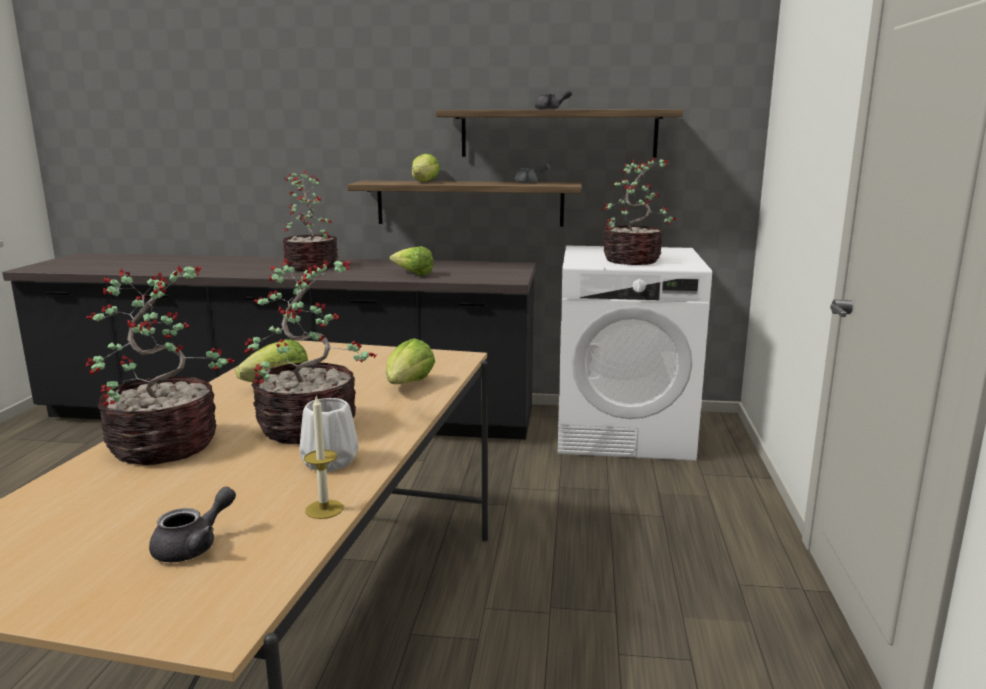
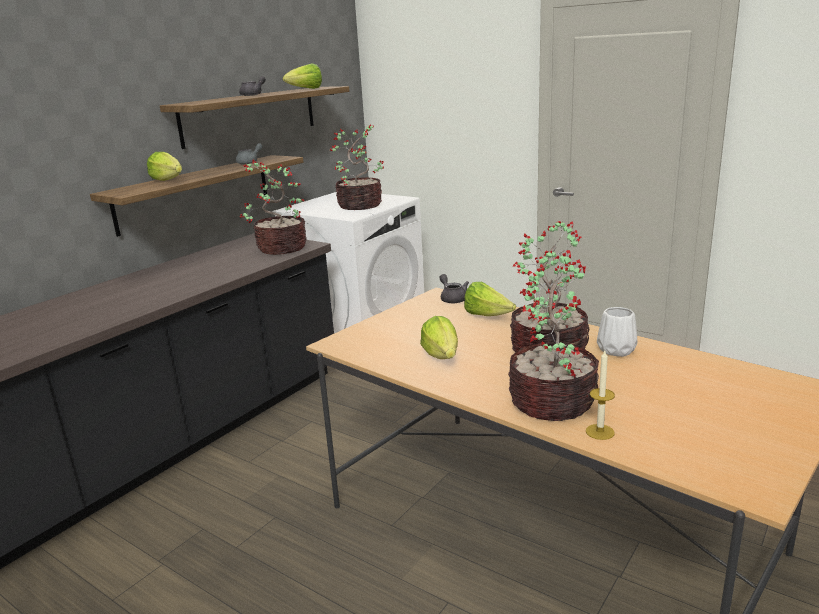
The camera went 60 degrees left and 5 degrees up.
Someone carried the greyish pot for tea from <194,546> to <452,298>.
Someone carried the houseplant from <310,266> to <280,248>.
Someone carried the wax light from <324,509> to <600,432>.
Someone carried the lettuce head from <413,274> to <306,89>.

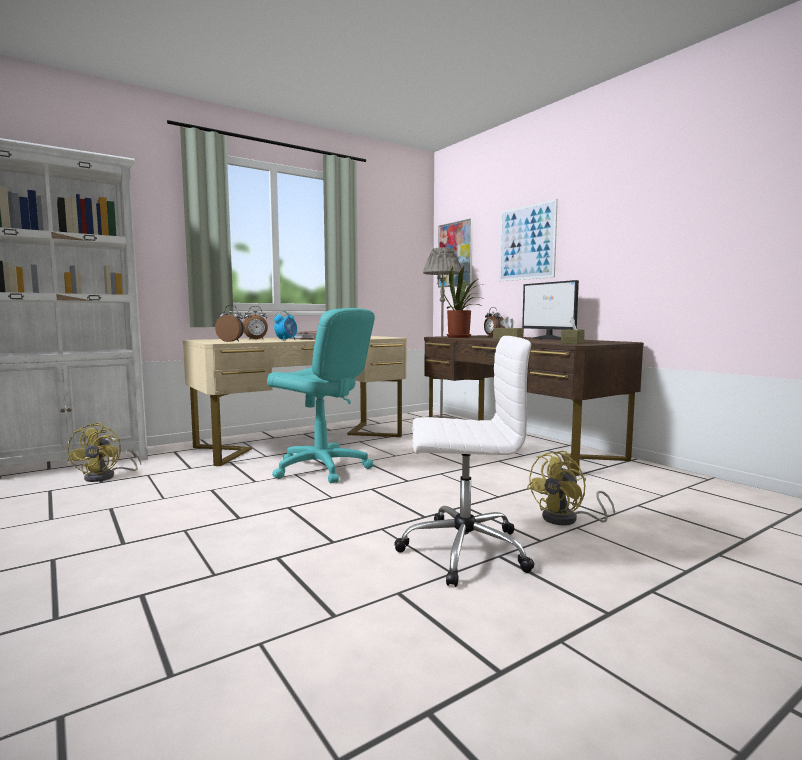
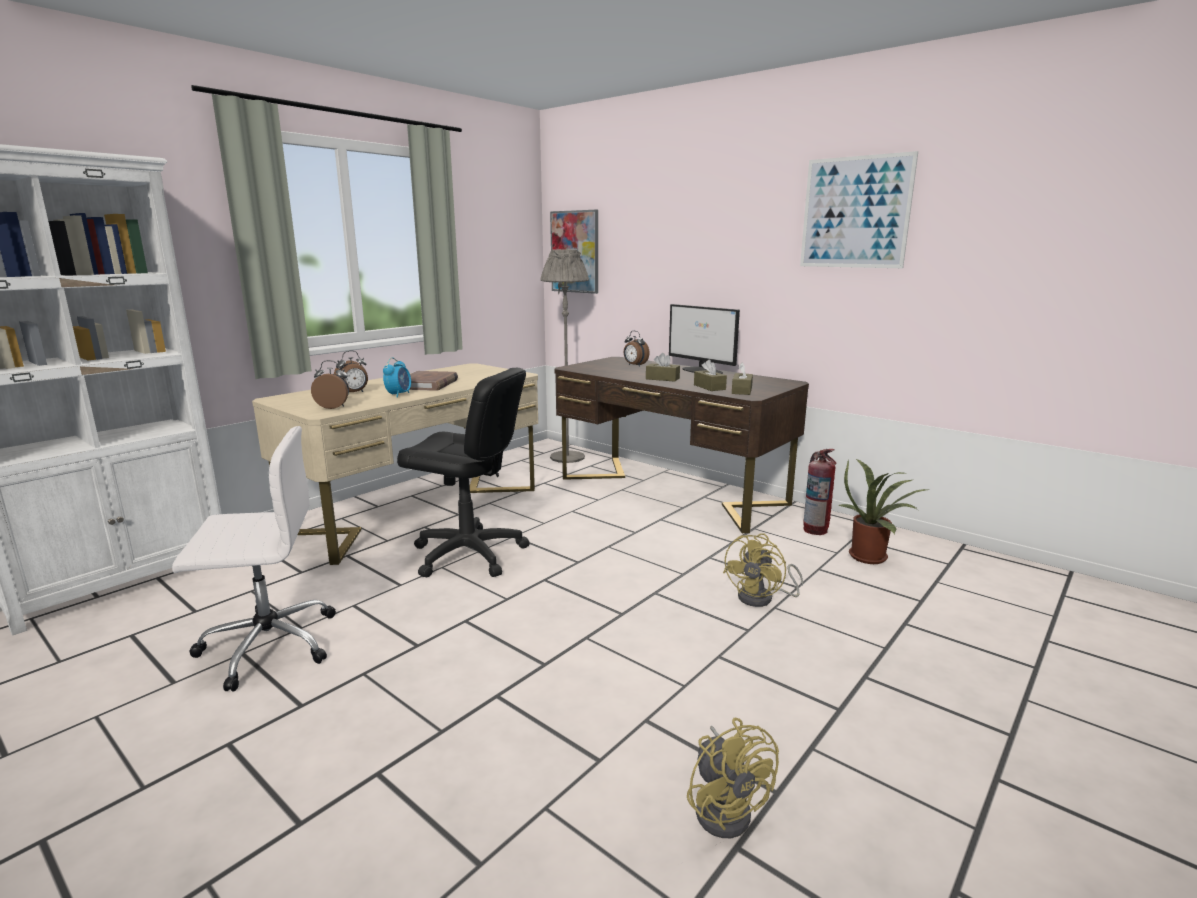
The camera went 15 degrees left and 10 degrees up.
Someone put down the brown box of tissues at <709,387>.
Someone put down the fire extinguisher at <815,529>.
Someone carried the yellow fan from <106,476> to <726,807>.
Someone carried the whitish office chair from <462,550> to <267,645>.
Someone carried the houseplant from <461,337> to <871,557>.
Someone carried the picture from <527,242> to <855,212>.
Someone repainted the turquoise office chair at <321,469>, which became the blackish office chair at <469,554>.

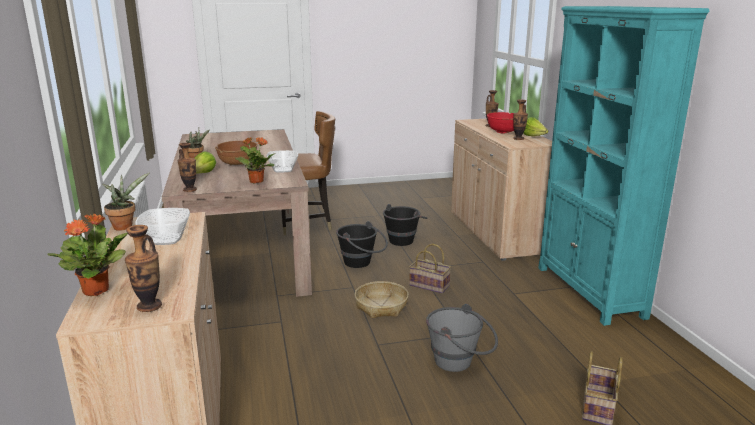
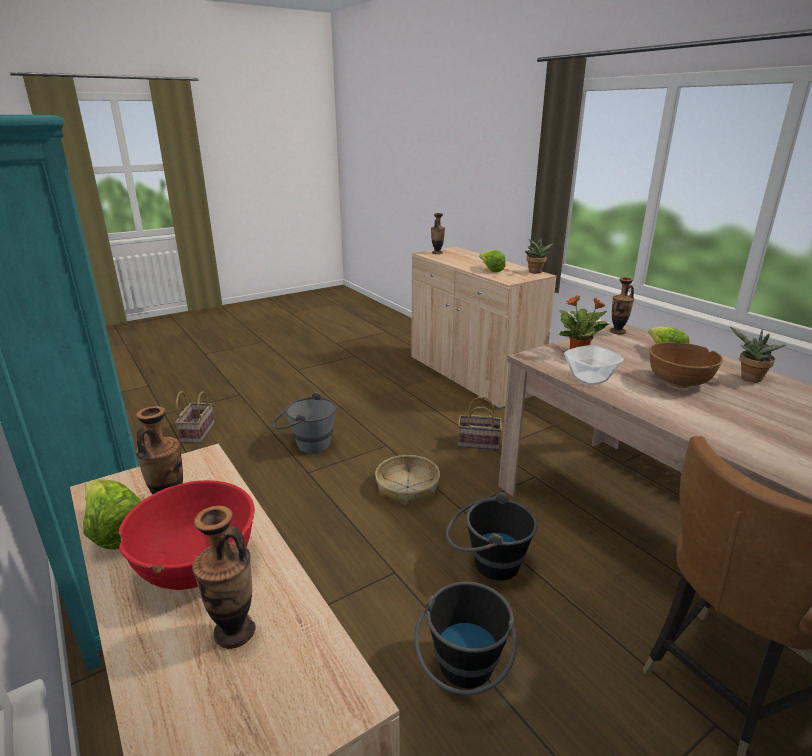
The camera went 160 degrees right and 5 degrees up.
Someone took away the houseplant at <97,290>.
Someone carried the storage basket from <430,285> to <477,443>.
Someone swapped the serving bowl at <167,239> for the lettuce head at <491,270>.

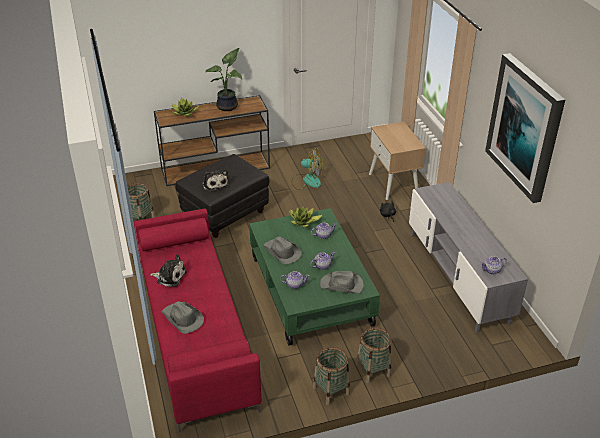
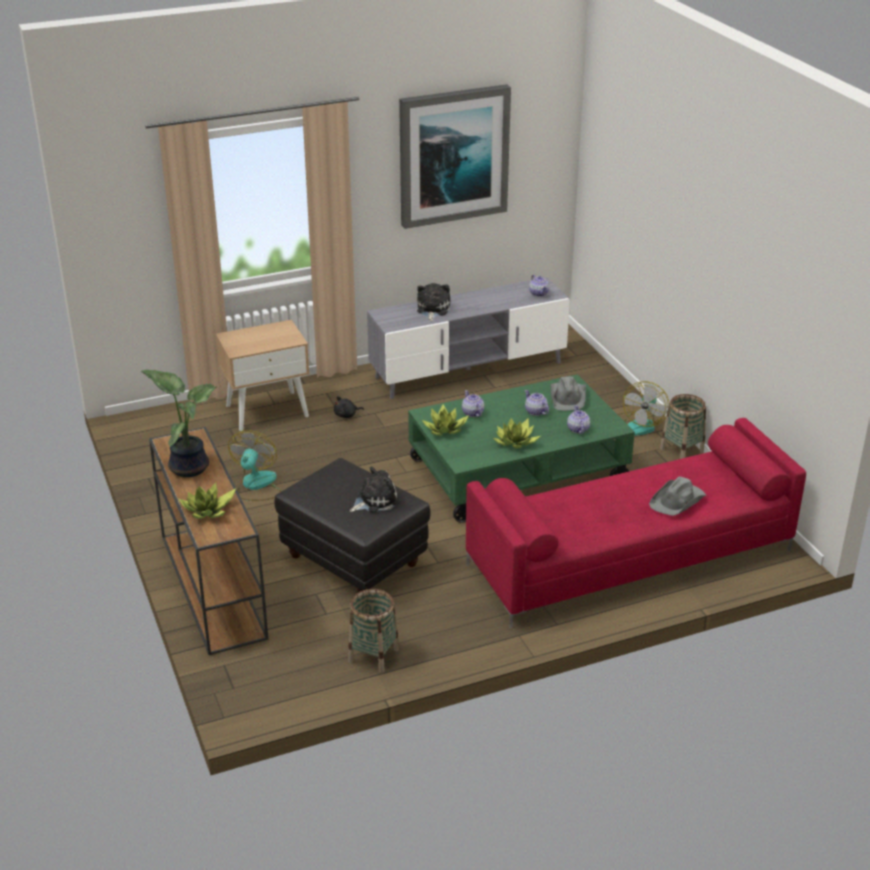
The camera went 95 degrees left and 5 degrees down.
Someone carried the plush toy from <170,276> to <432,310>.
Someone swapped the greyish wearable hat at <282,252> for the houseplant at <516,442>.
Someone swapped the storage basket at <373,370> for the fan at <641,424>.

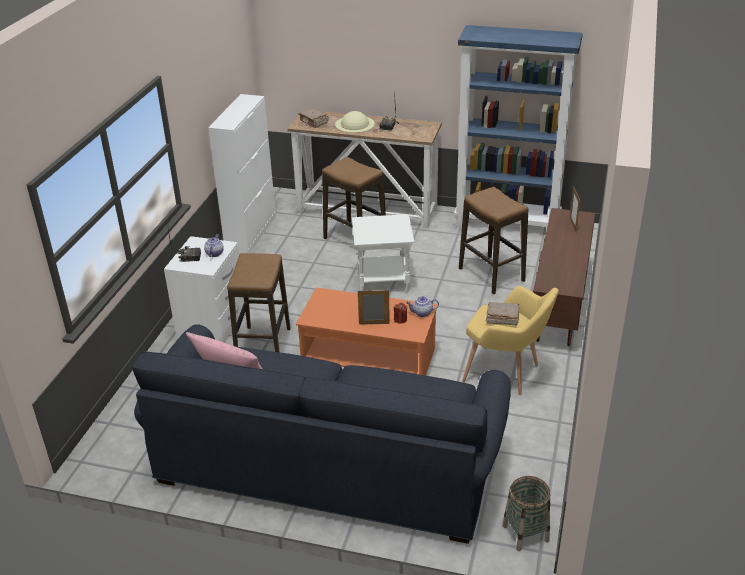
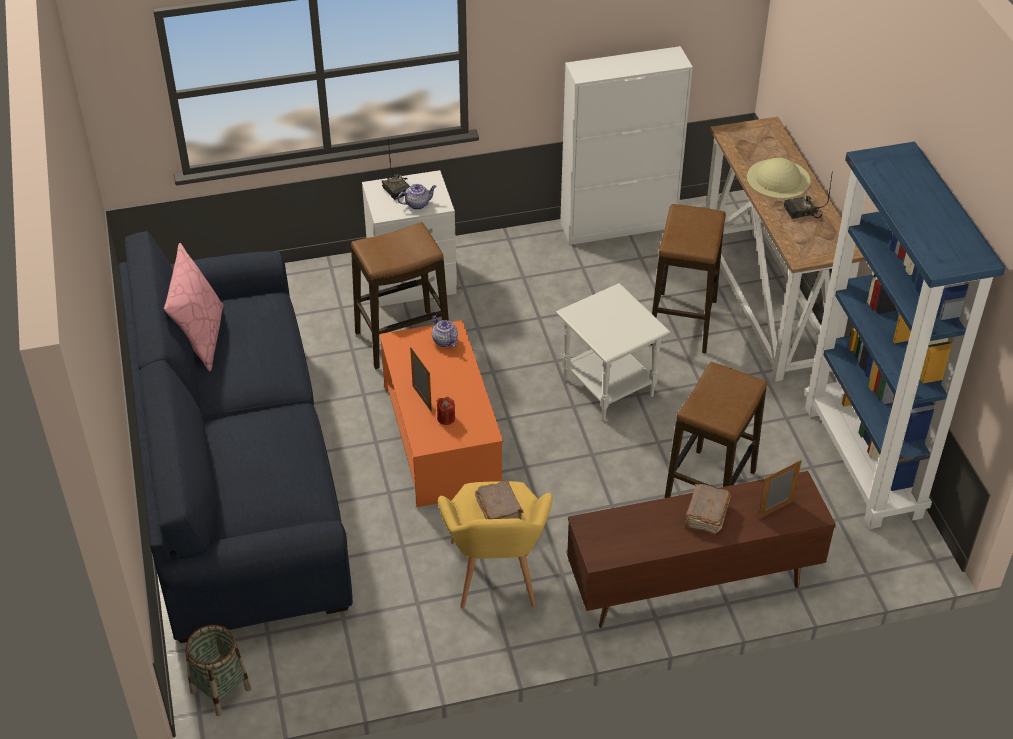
The camera went 60 degrees right and 10 degrees up.
Someone carried the brown bound book from <314,122> to <705,515>.
Someone carried the pot for tea from <422,313> to <444,341>.

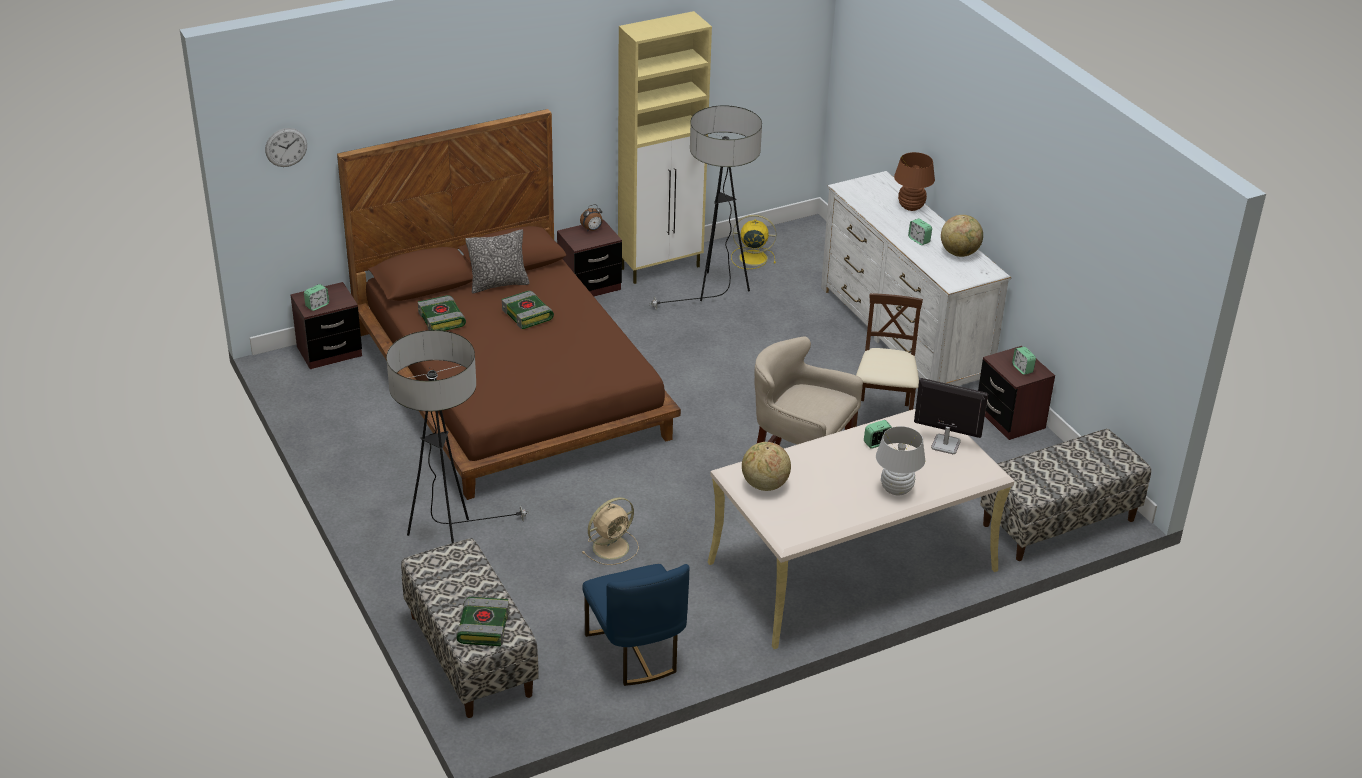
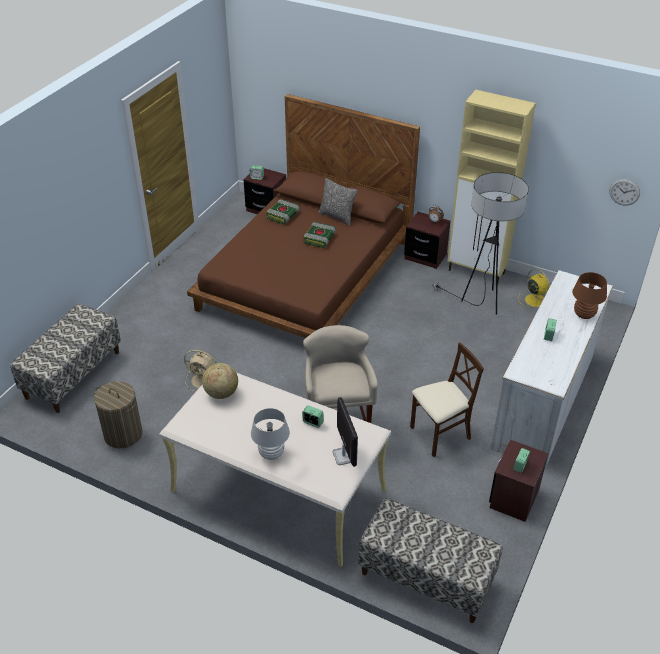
The camera went 55 degrees right and 5 degrees up.
Someone took away the standard lamp at <447,541>.
Someone took away the bound book at <483,626>.
Someone took away the desk globe at <959,253>.
Someone carried the wall clock from <286,147> to <624,192>.
Someone swapped the blue plain chair at <636,652> for the hamper at <123,434>.

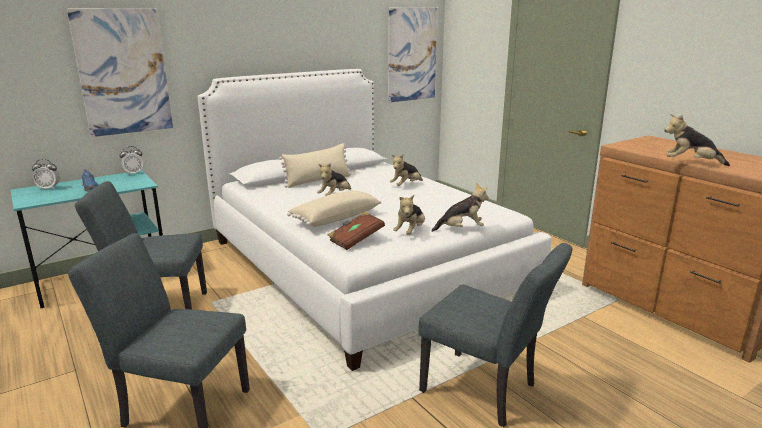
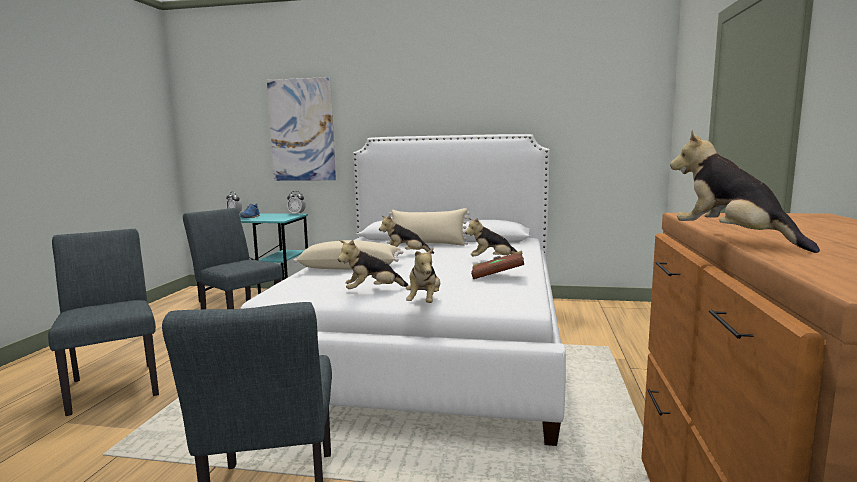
The camera went 45 degrees right and 10 degrees down.
Someone took away the picture at <412,54>.
Someone carried the brown bound book from <355,240> to <497,276>.
Someone rotated the plush toy at <461,229> by 60 degrees clockwise.

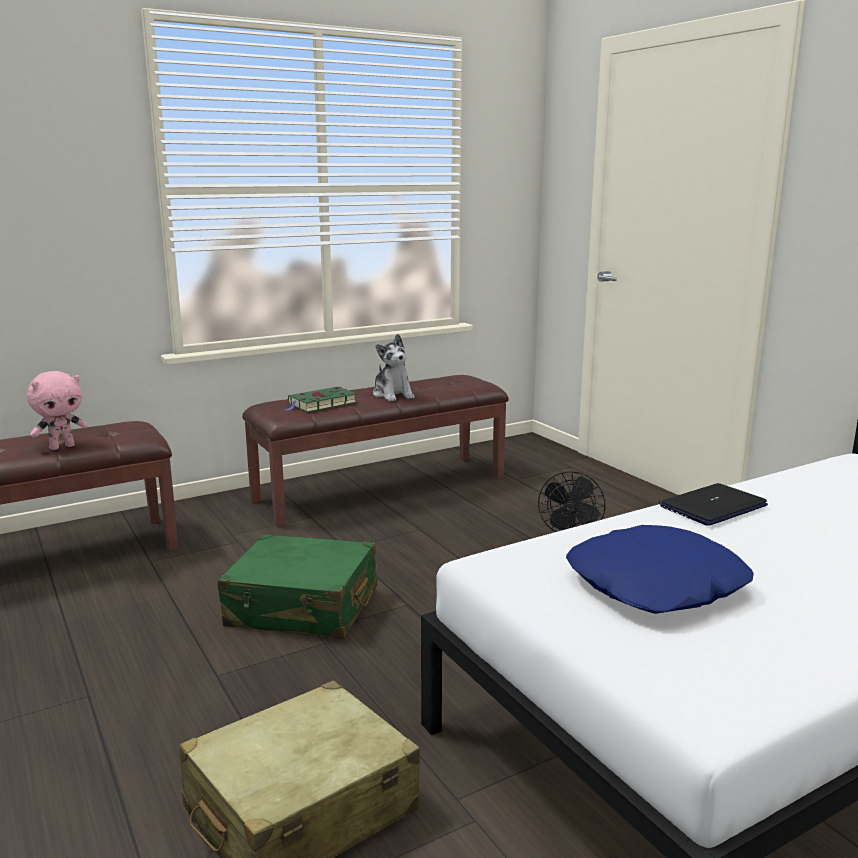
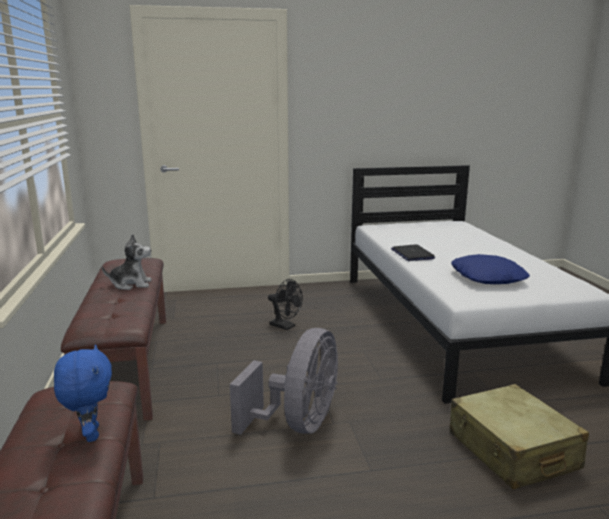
The camera went 70 degrees left and 0 degrees up.
Someone took away the green bound book at <321,404>.
Someone swapped the green piece of luggage at <303,607> for the greyish fan at <298,424>.
Someone repainted the pink-coloured plush toy at <62,447>, which became the blue plush toy at <90,434>.

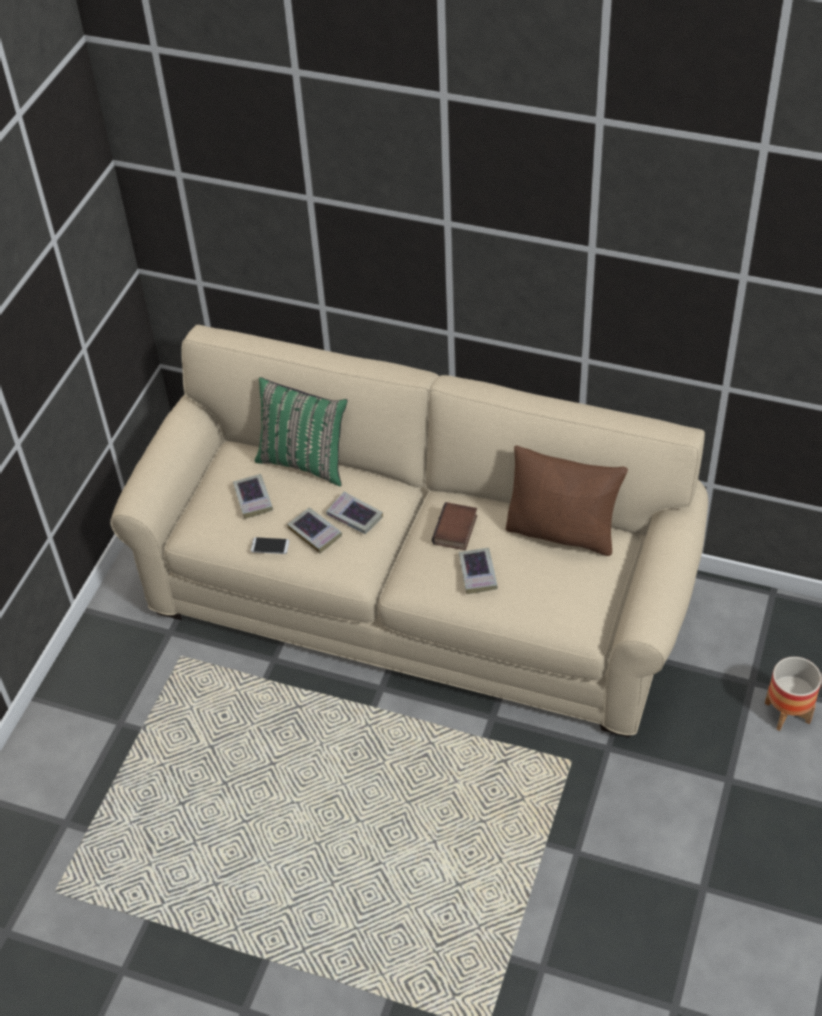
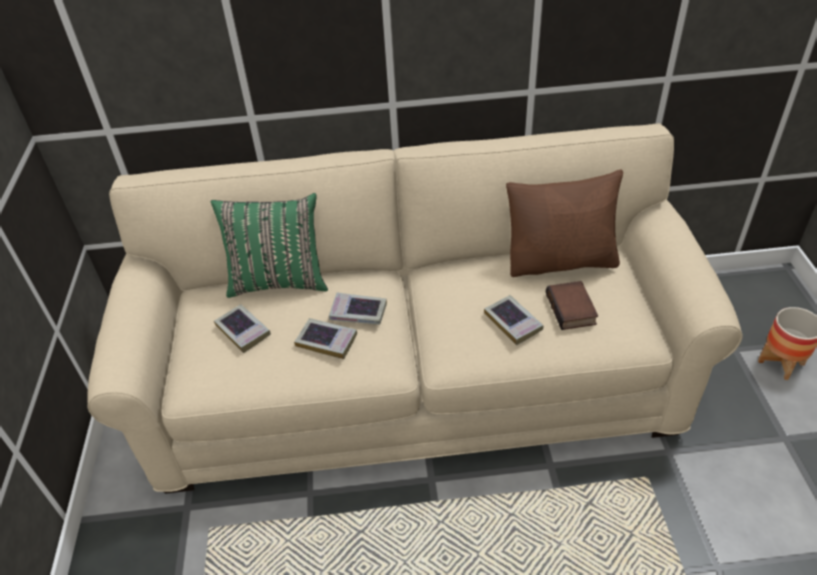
The camera went 25 degrees left and 5 degrees down.
Someone took away the telephone at <270,546>.
Someone carried the bound book from <456,530> to <572,309>.

